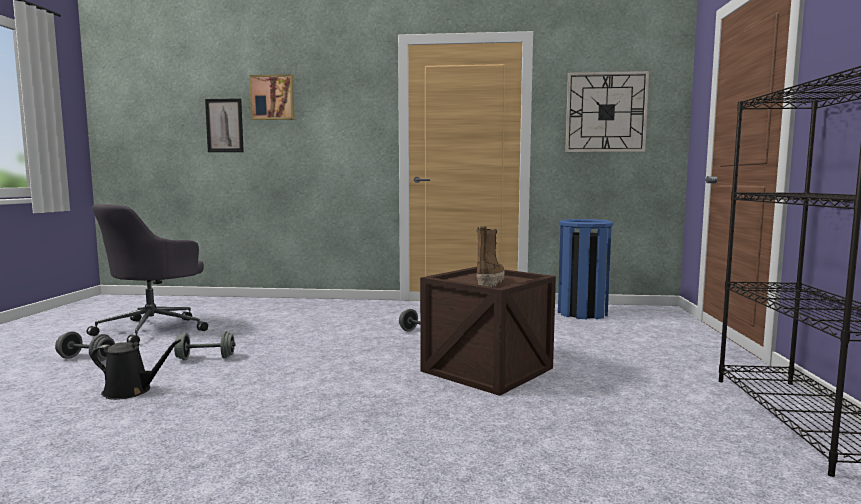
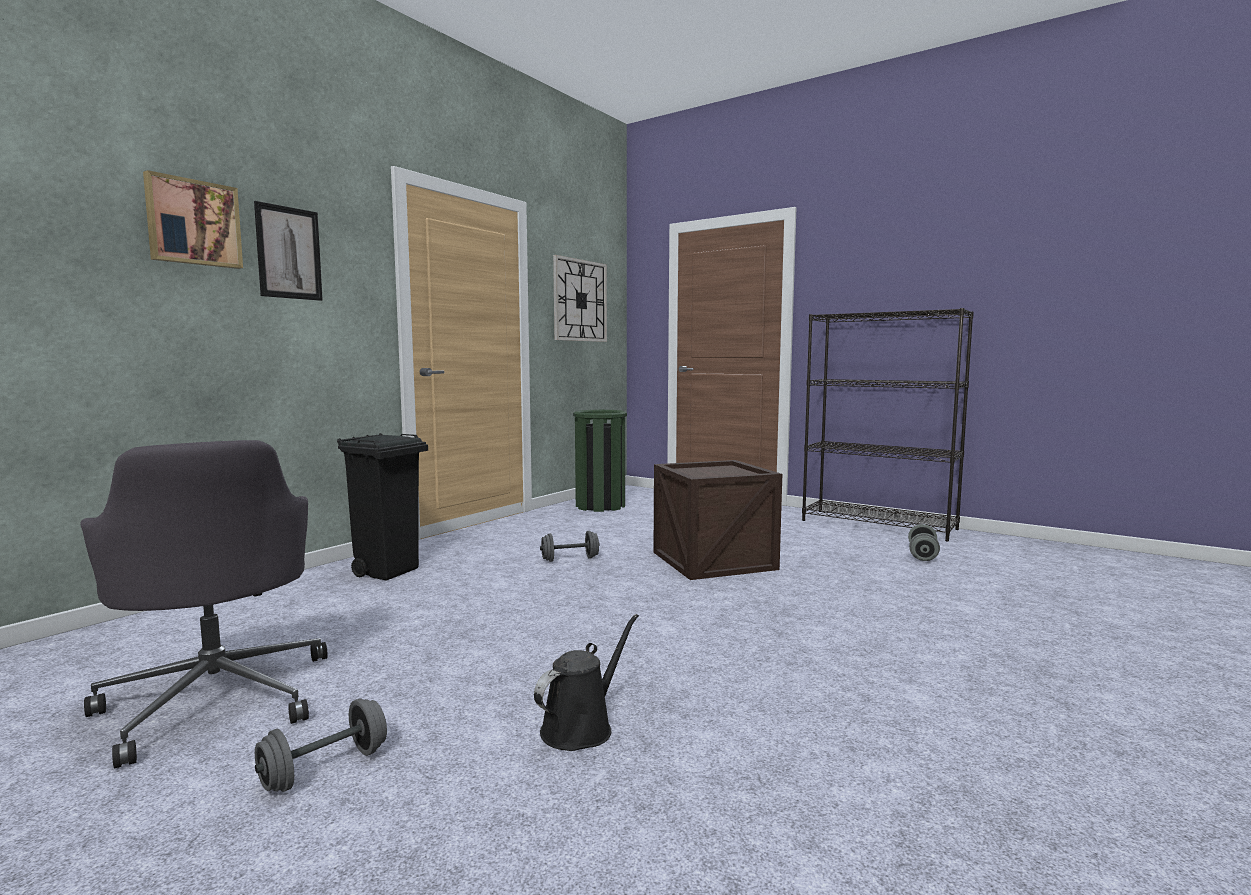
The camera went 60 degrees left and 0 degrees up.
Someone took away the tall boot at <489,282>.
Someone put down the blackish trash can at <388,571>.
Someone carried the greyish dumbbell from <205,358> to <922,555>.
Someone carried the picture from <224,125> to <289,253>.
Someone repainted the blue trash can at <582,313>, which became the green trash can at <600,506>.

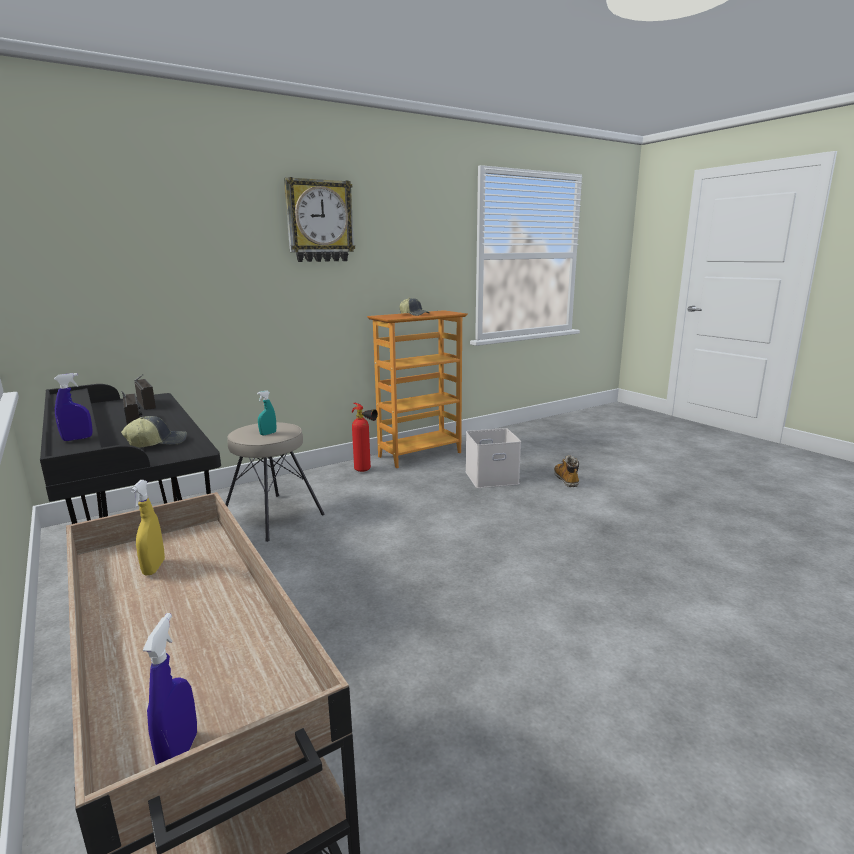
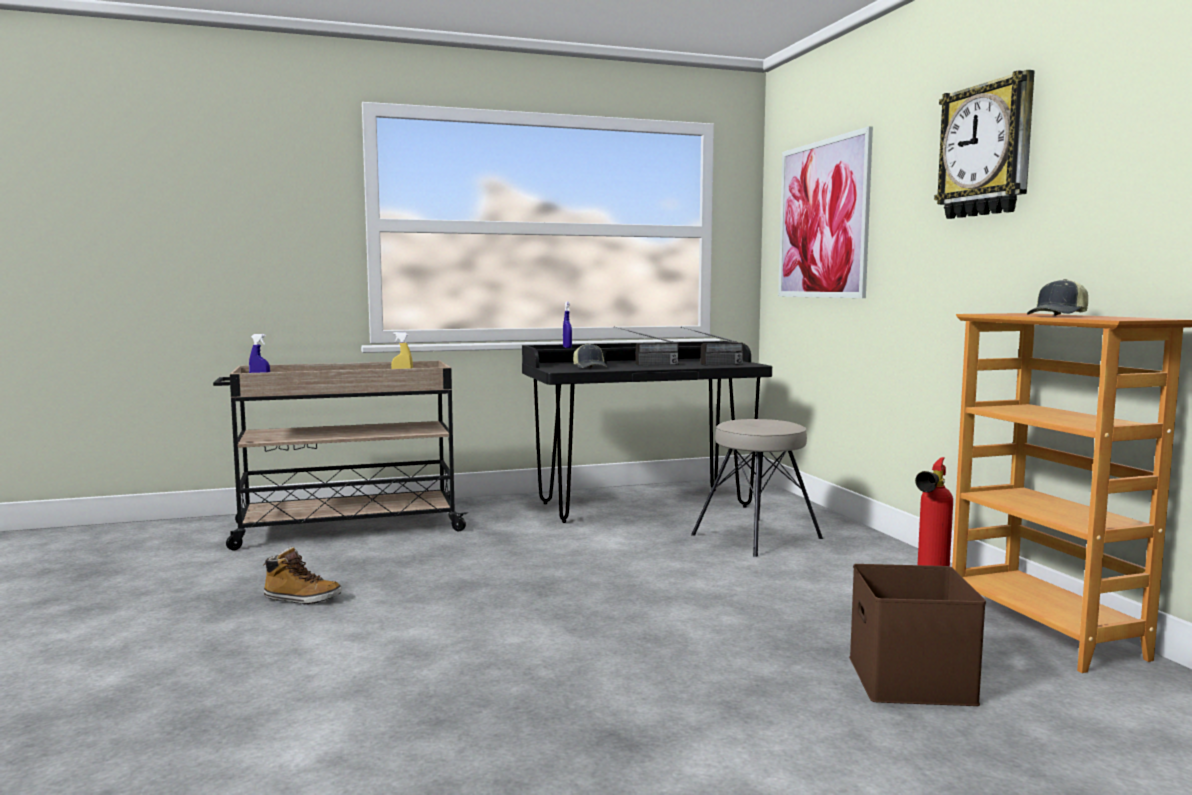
The camera went 105 degrees right and 10 degrees down.
Someone took away the turquoise sprayer at <268,434>.
Someone put up the picture at <822,219>.
Someone carried the tall boot from <566,480> to <302,599>.
Someone repainted the whitish storage box at <492,477>, which became the brown storage box at <913,680>.

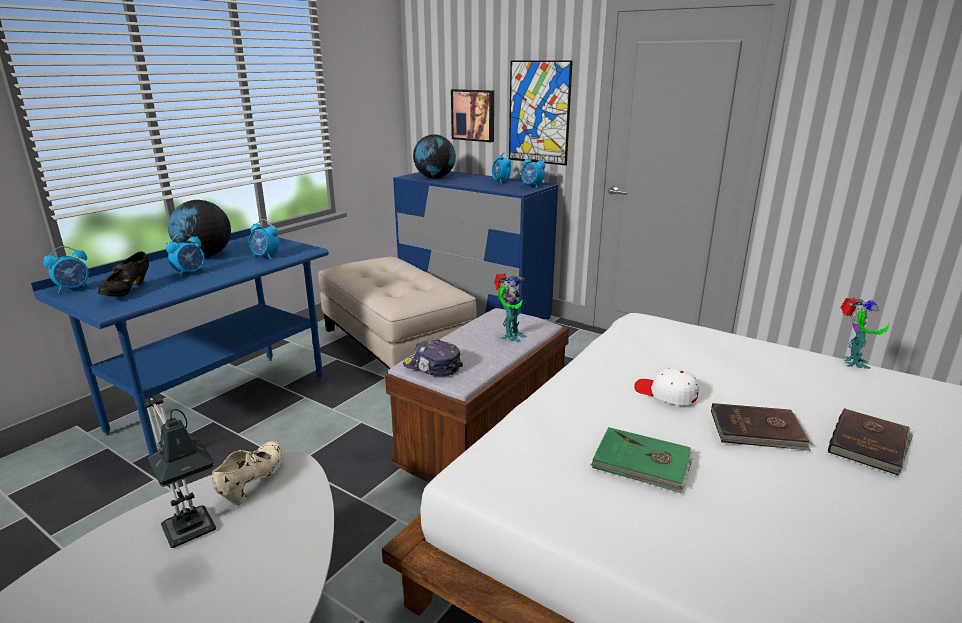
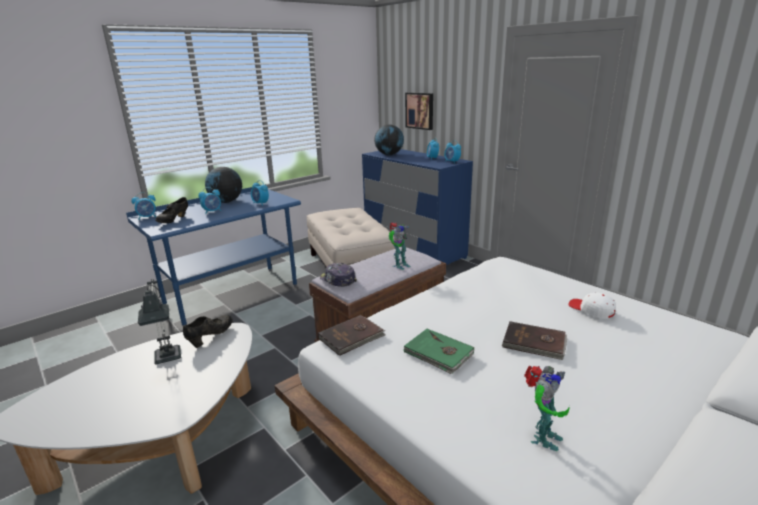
The camera went 15 degrees right and 0 degrees up.
Someone took away the picture at <539,112>.
Someone carried the whitish baseball cap from <666,393> to <591,310>.
Someone carried the brown bound book from <869,444> to <352,337>.
Someone carried the toy robot from <852,363> to <542,438>.
Someone repainted the beige-coloured low shoe at <253,483>, which became the blackish low shoe at <211,337>.

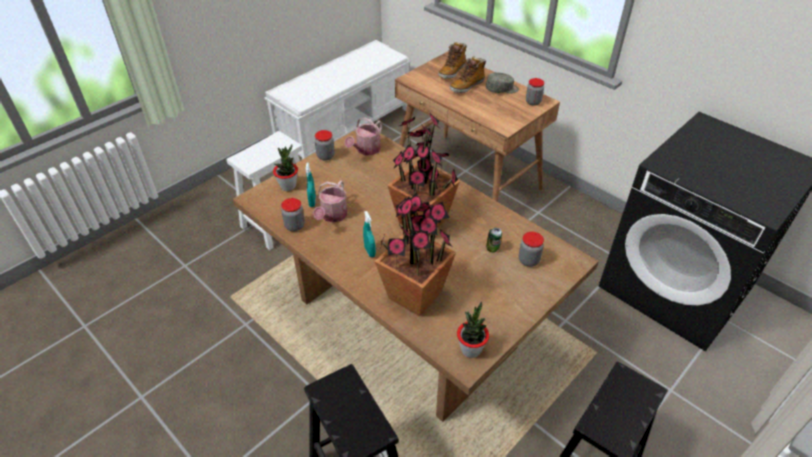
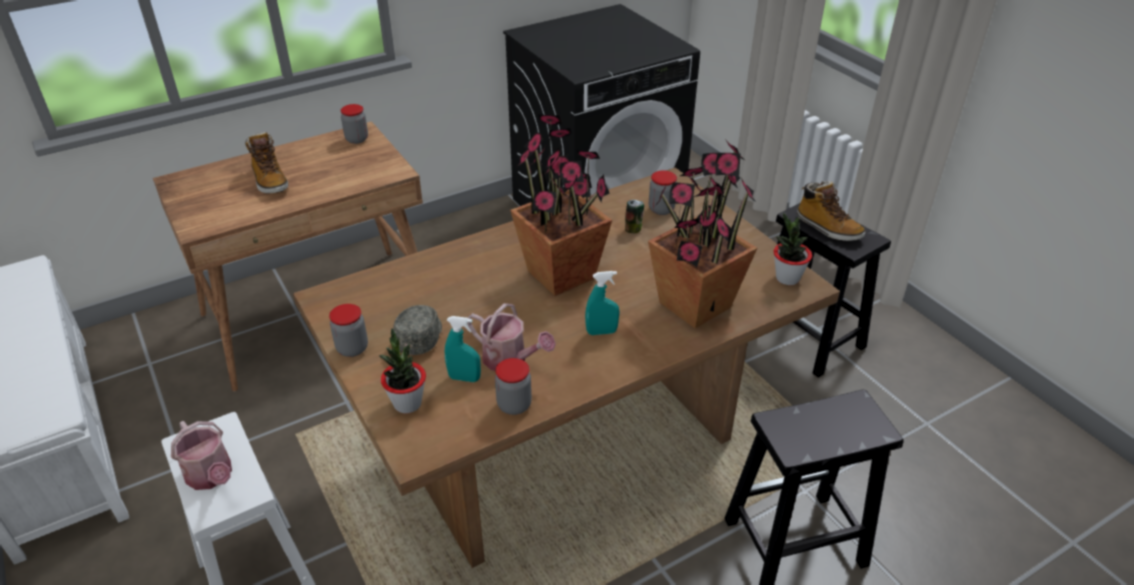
The camera went 75 degrees left and 5 degrees down.
Someone carried the sprinkling can from <366,150> to <211,476>.
Someone carried the tall boot from <452,71> to <827,228>.
Someone carried the greyish baseball cap from <502,89> to <420,337>.

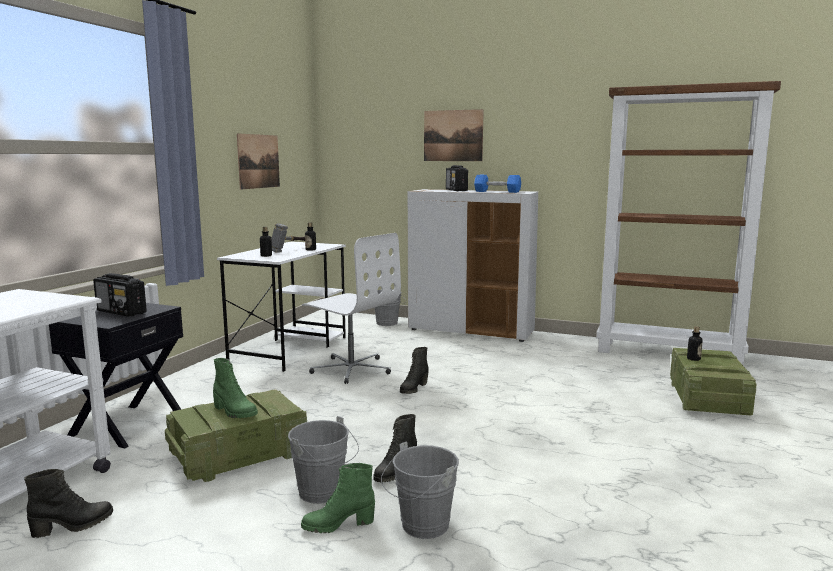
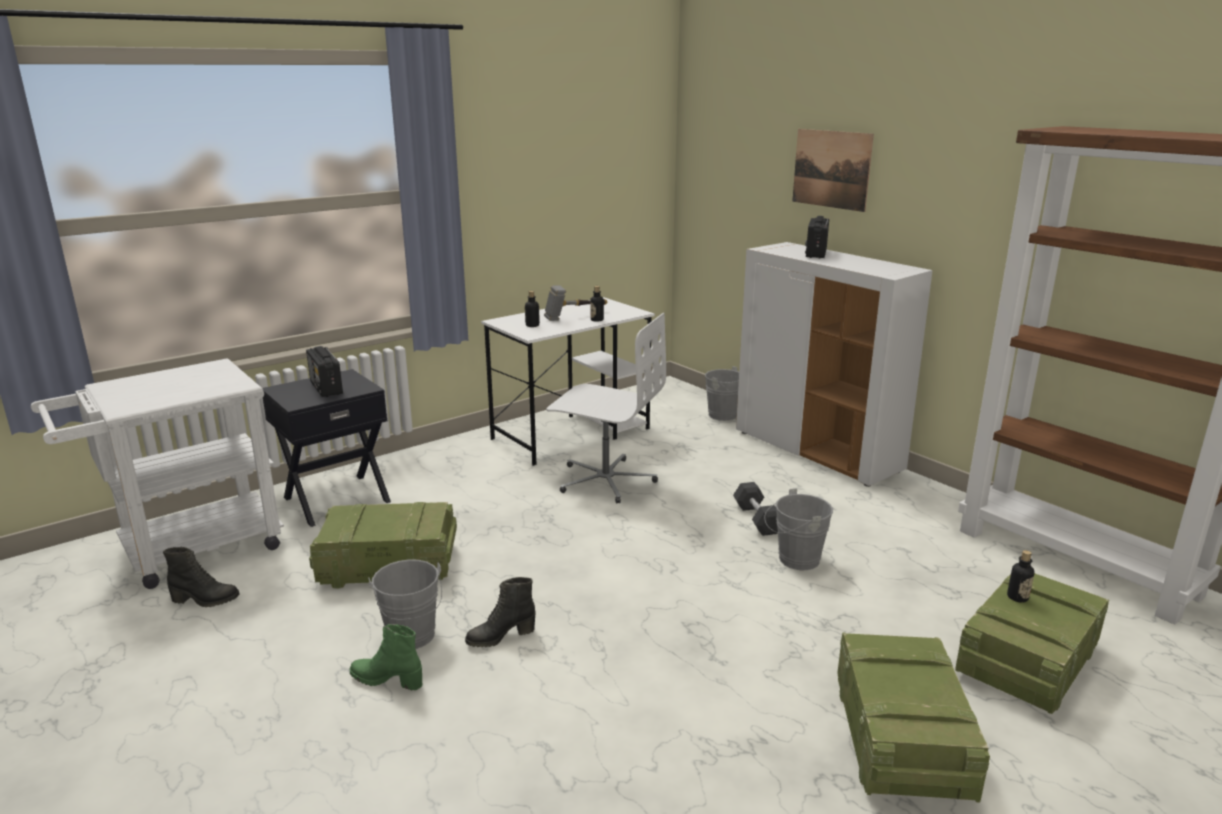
The camera went 30 degrees right and 10 degrees up.
Someone took away the green tall boot at <234,412>.
Someone took away the picture at <258,161>.
Someone took away the blackish tall boot at <413,389>.
Someone took away the blue dumbbell at <497,191>.
Someone put down the blackish dumbbell at <757,519>.
Someone put down the crate at <901,741>.
Someone carried the greyish water bucket from <421,527> to <794,560>.
Someone rotated the whitish office chair at <351,369> by 45 degrees counterclockwise.

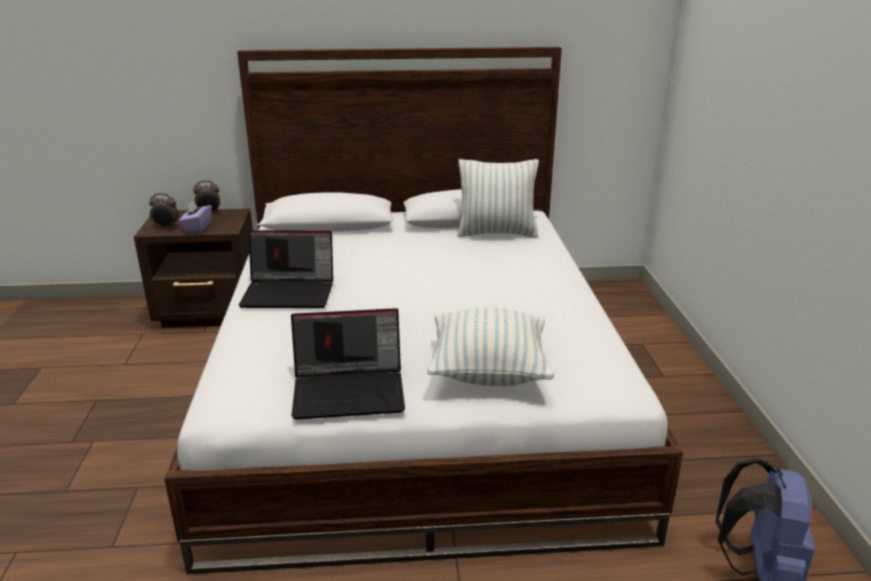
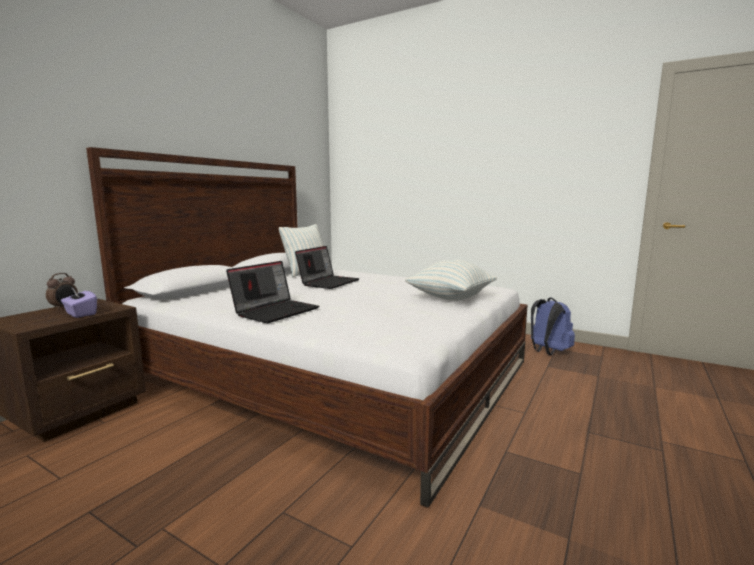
The camera went 55 degrees left and 15 degrees down.
Someone took away the alarm clock at <166,228>.
Someone carried the notebook computer from <350,391> to <328,282>.

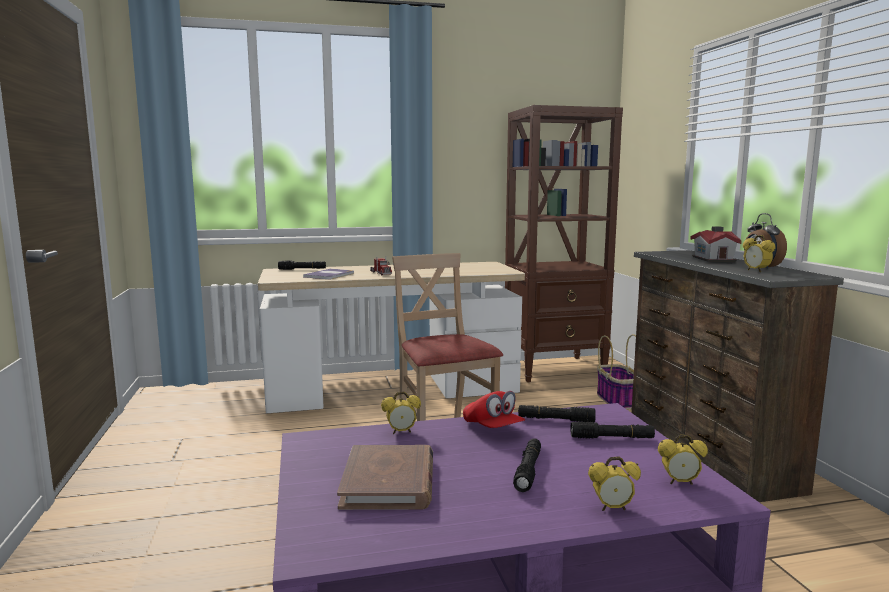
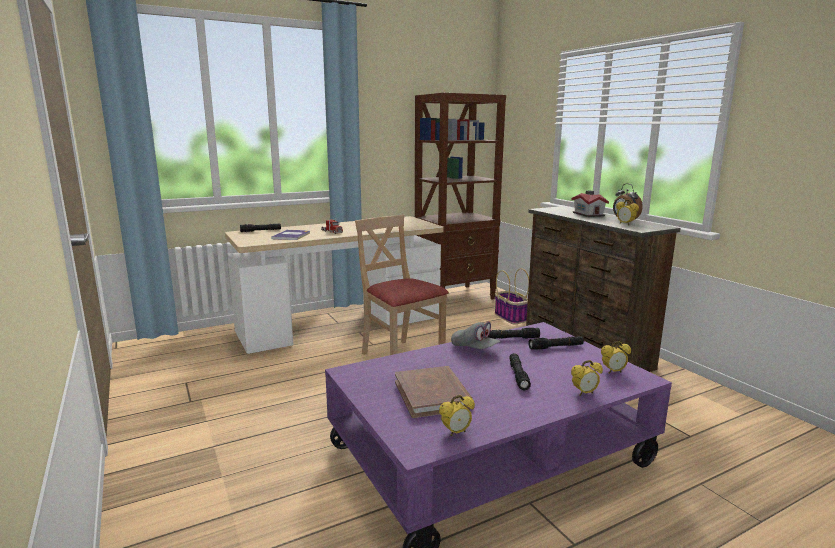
The camera went 15 degrees left and 5 degrees up.
Someone carried the alarm clock from <401,432> to <456,432>.
Someone repainted the red baseball cap at <493,428>, which became the greyish baseball cap at <474,348>.

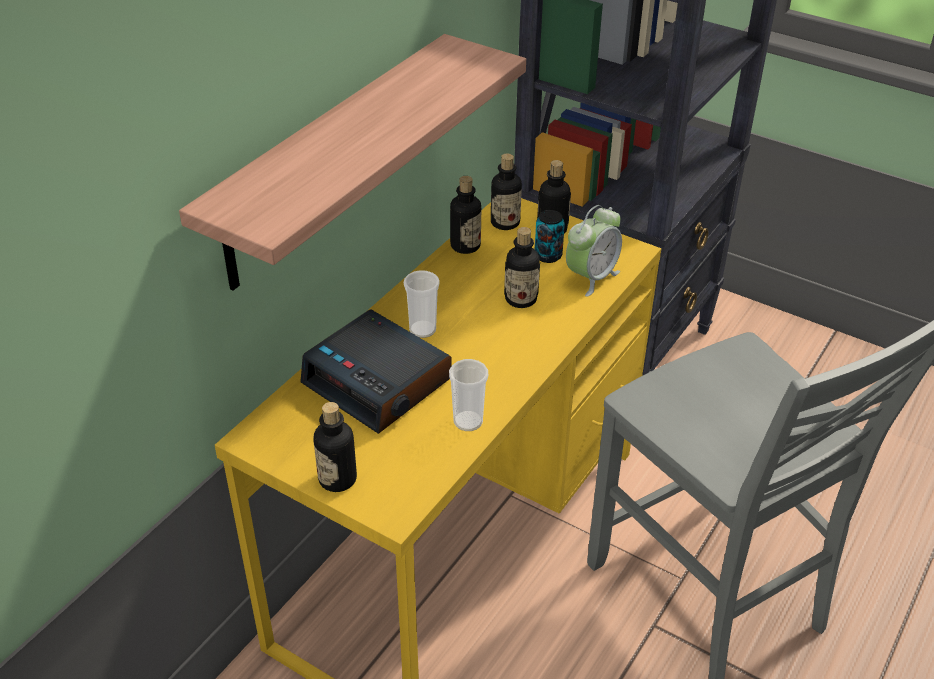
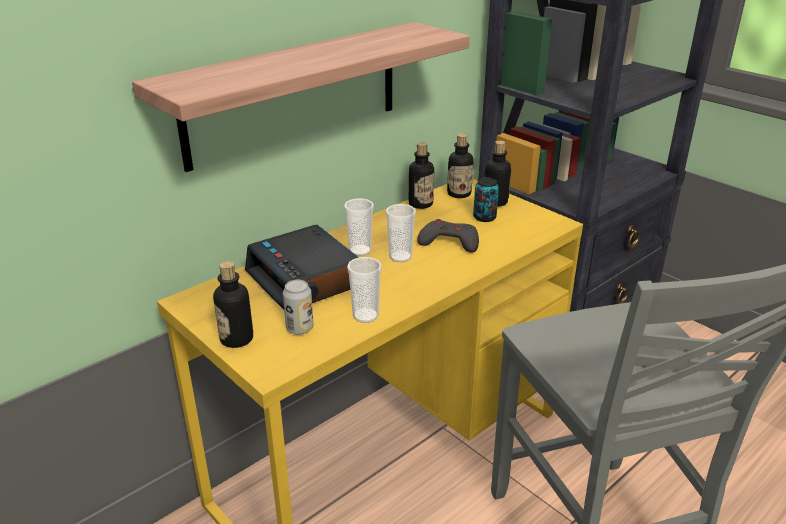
The camera went 15 degrees right and 10 degrees down.
Someone took away the alarm clock at <591,277>.
Someone put down the can at <299,328>.
Someone put down the drinking cup at <400,257>.
Someone swapped the drink bottle at <520,299> for the greyish gamepad at <449,241>.

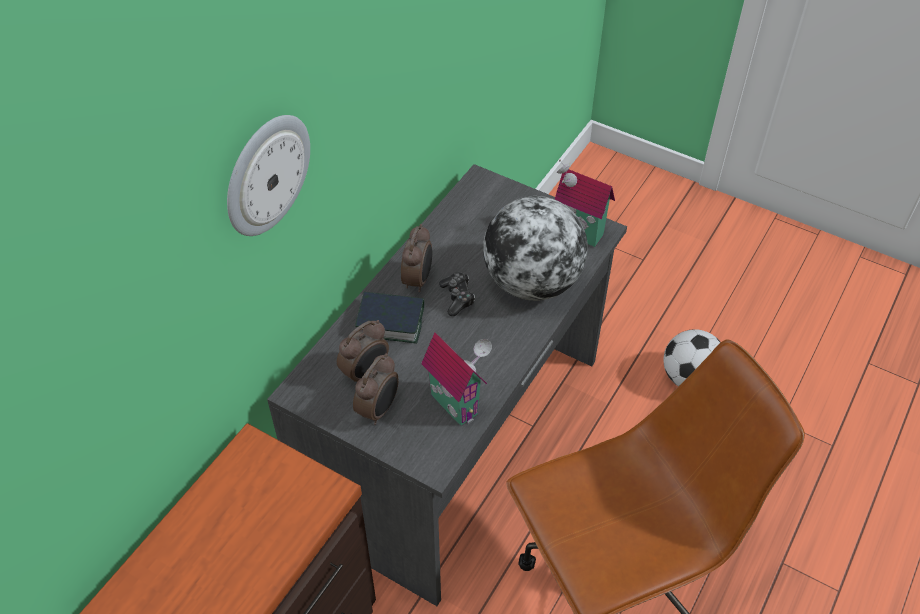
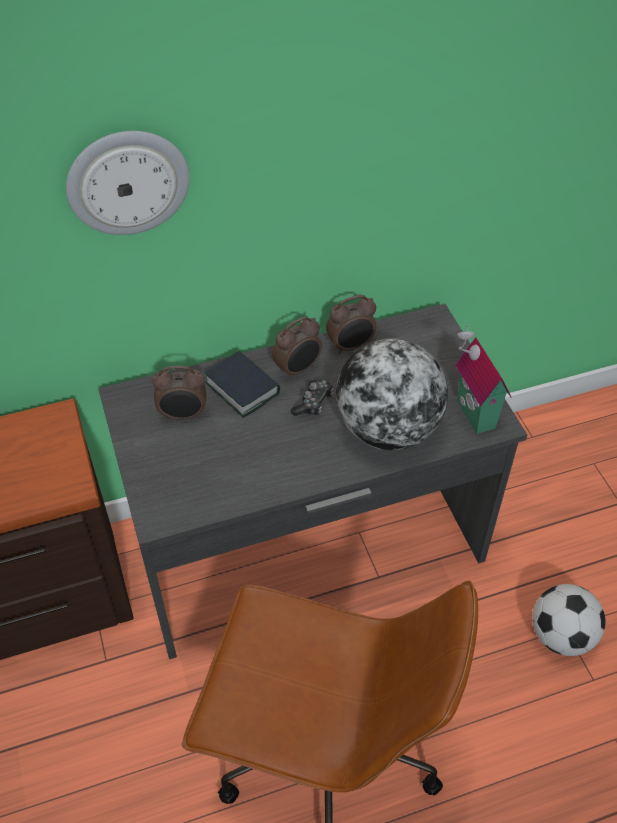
The camera went 40 degrees right and 0 degrees up.
Someone took away the model house at <457,403>.
Someone carried the alarm clock from <379,409> to <351,346>.

